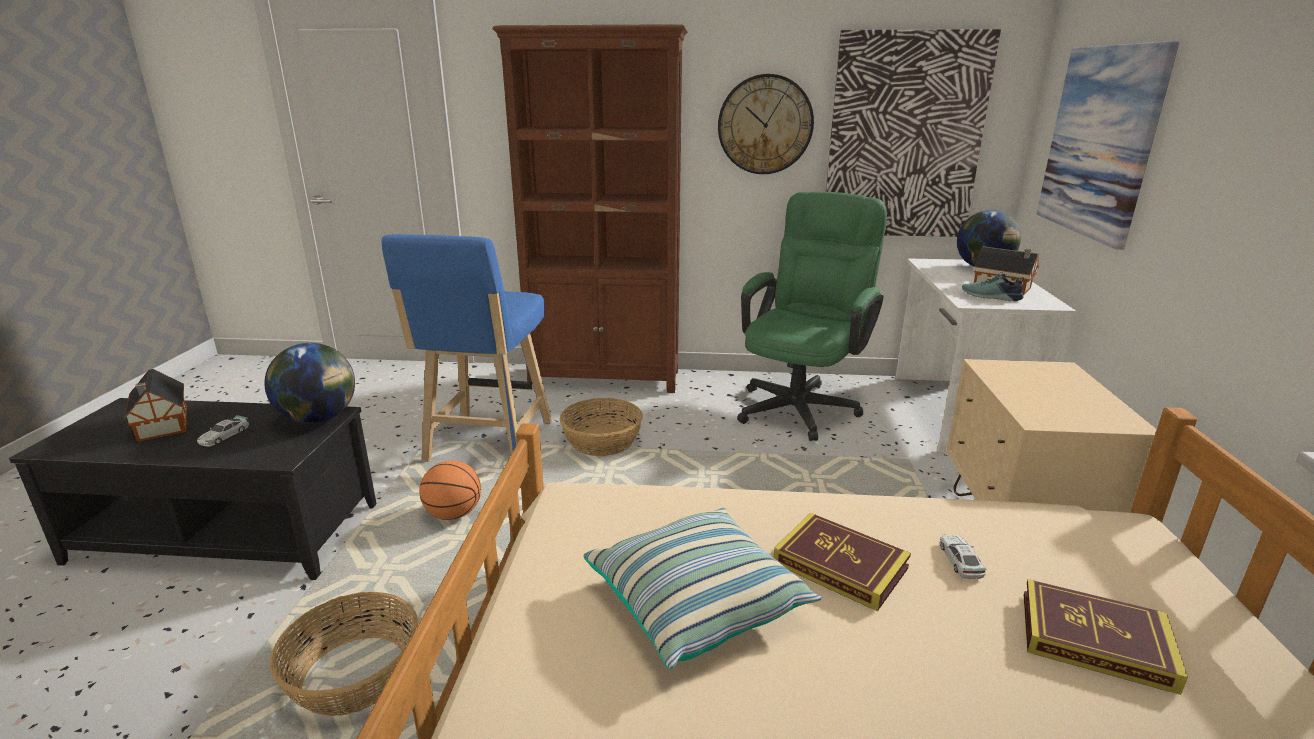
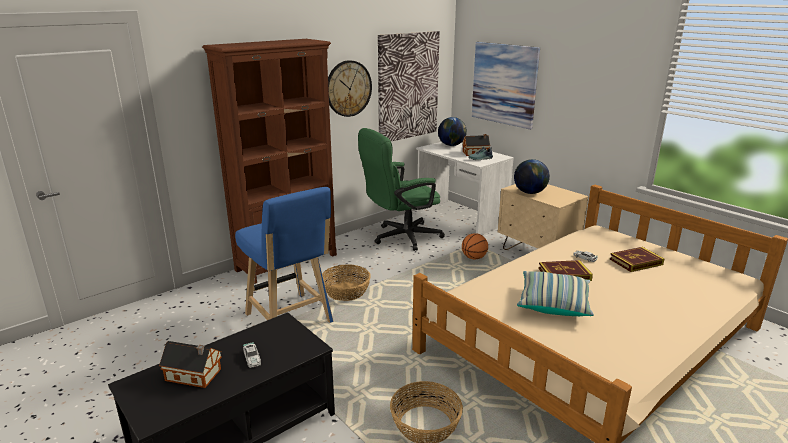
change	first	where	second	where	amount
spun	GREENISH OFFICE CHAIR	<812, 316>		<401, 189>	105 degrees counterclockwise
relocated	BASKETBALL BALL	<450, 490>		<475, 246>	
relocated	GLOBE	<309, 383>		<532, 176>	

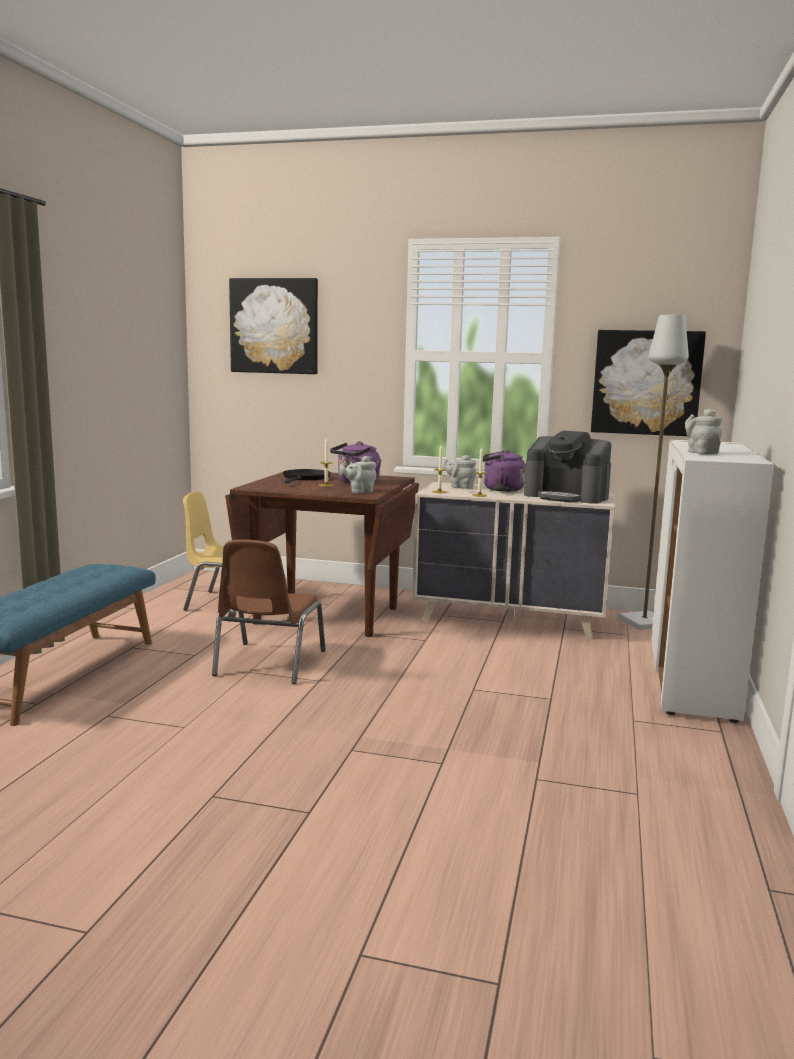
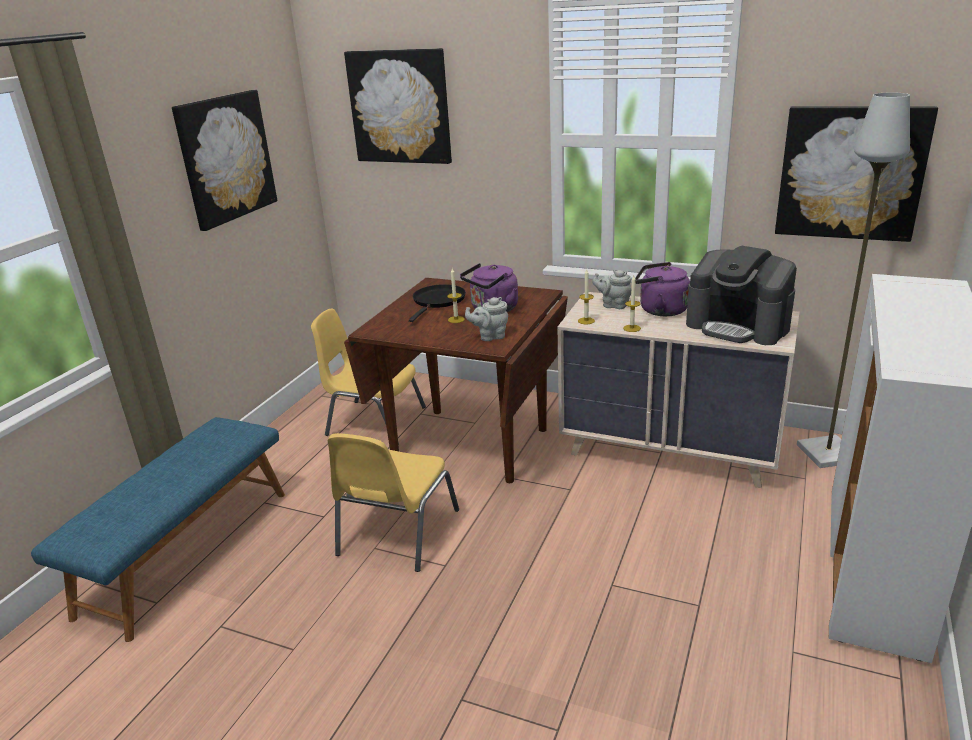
change	first	where	second	where	amount
appeared			PICTURE	<224, 160>	
colour	BROWN CHAIR	<269, 611>	YELLOW CHAIR	<393, 502>	
missing	GREYISH TEAPOT	<703, 431>			

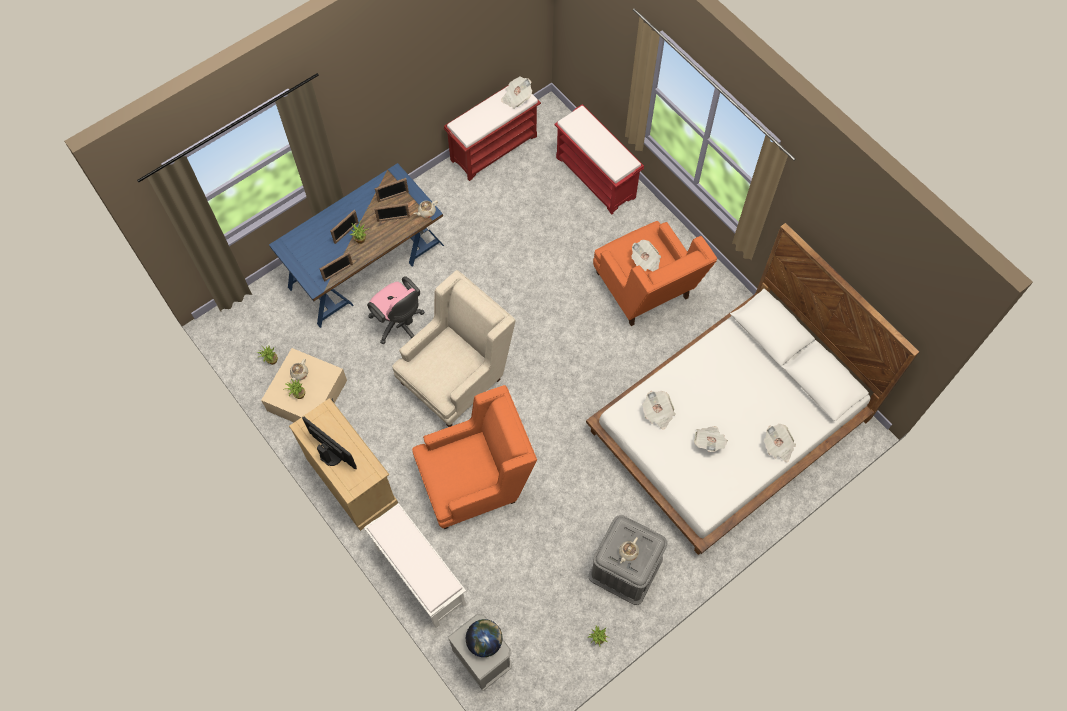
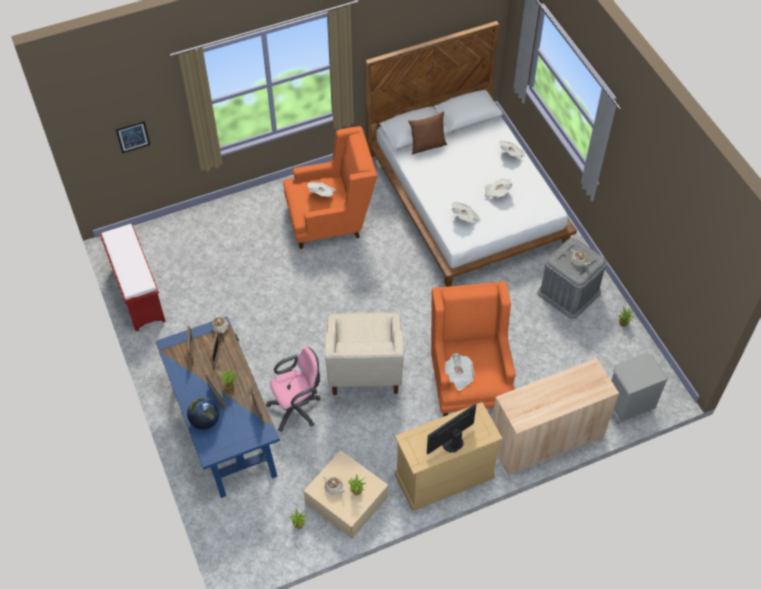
change	first	where	second	where	amount
appeared			PICTURE	<133, 137>	
relocated	GLOBE	<484, 638>		<203, 414>	
spun	SAND-COLOURED ARMCHAIR	<454, 348>		<364, 354>	150 degrees counterclockwise
appeared			BROWN THROW PILLOW	<427, 132>	
relocated	NEWSPAPER	<516, 92>		<459, 372>	
exchanged	WHITE BENCH	<415, 565>	SAND-COLOURED CUPBOARD	<555, 417>	
missing	REDDISH BENCH	<599, 159>			

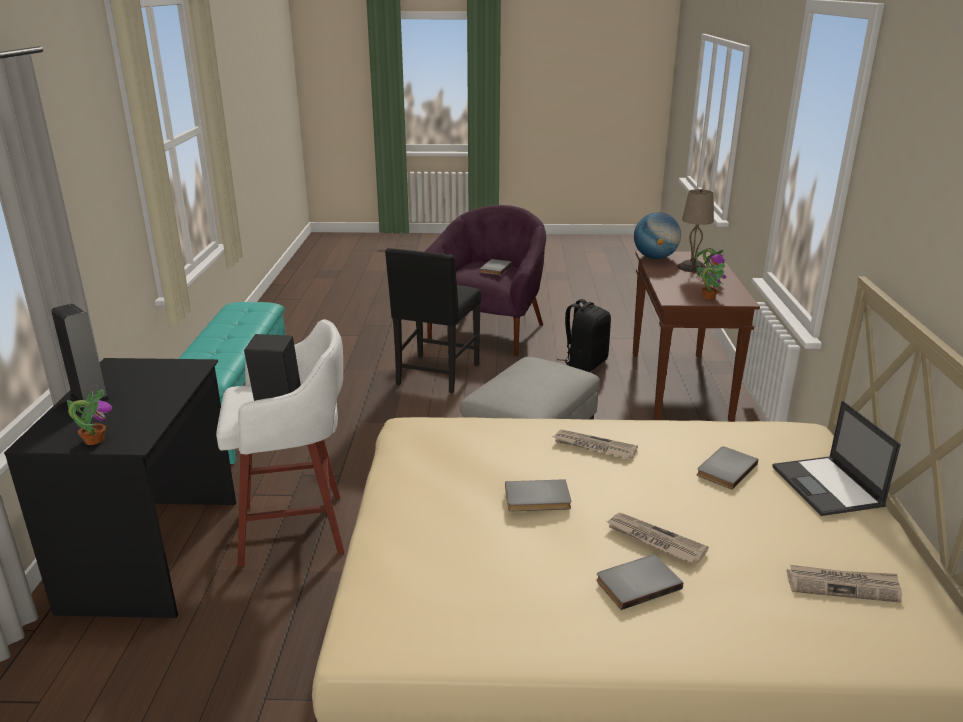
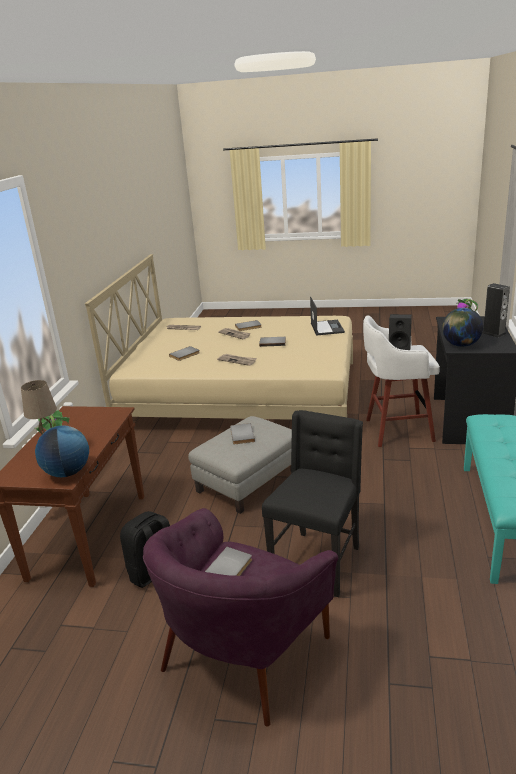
change	first	where	second	where	amount
appeared			GREYISH VOLUME	<242, 433>	
relocated	LAPTOP	<836, 458>		<327, 316>	
appeared			GLOBE	<462, 327>	
missing	HOUSEPLANT	<711, 281>			

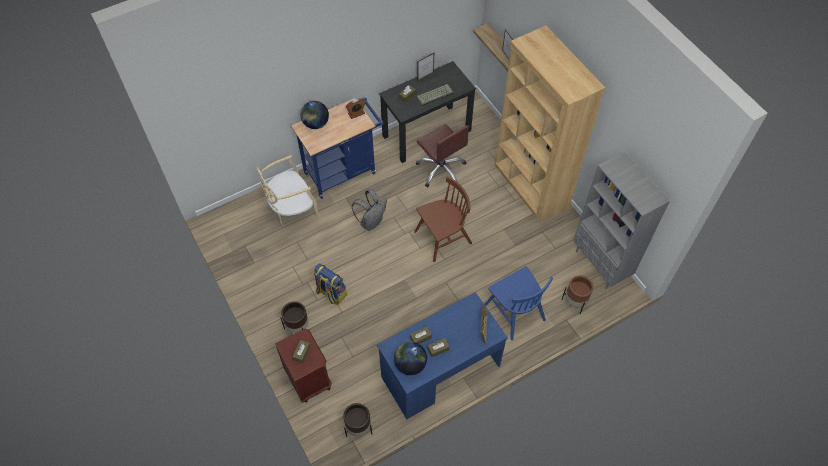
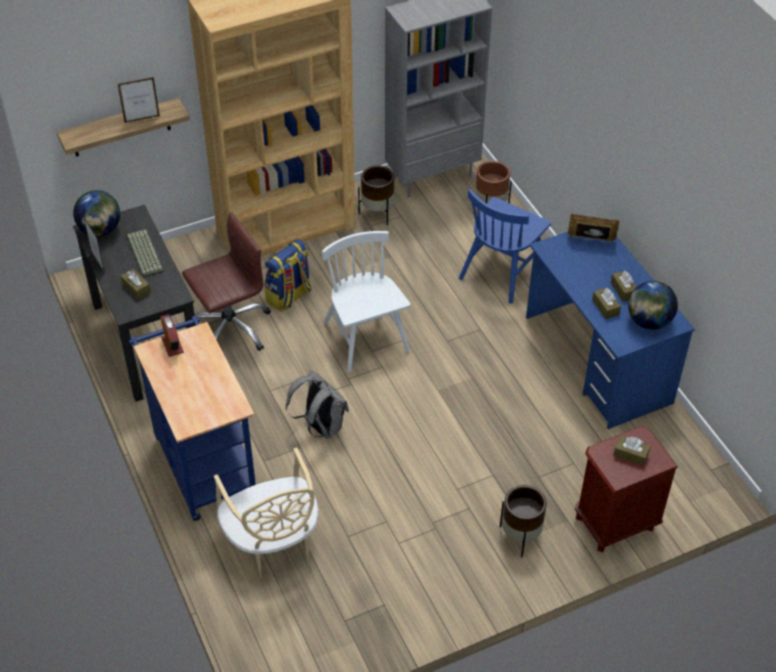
change	first	where	second	where	amount
relocated	GLOBE	<315, 115>		<96, 213>	
relocated	BACKPACK	<330, 284>		<288, 275>	
colour	BROWN CHAIR	<443, 219>	WHITE CHAIR	<366, 301>	
relocated	BROWN PLANTER	<357, 420>		<376, 195>	
spun	BLUE-COLOURED CHAIR	<519, 303>		<505, 246>	150 degrees clockwise

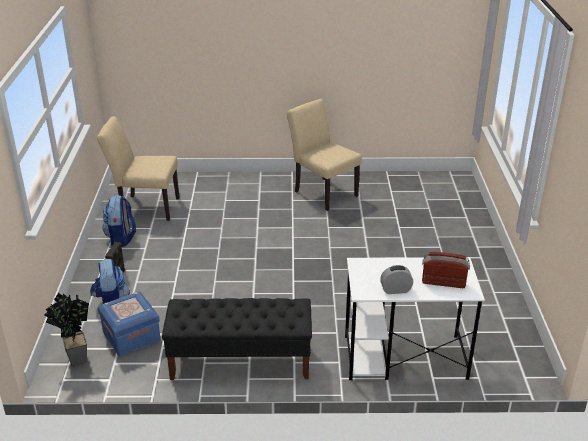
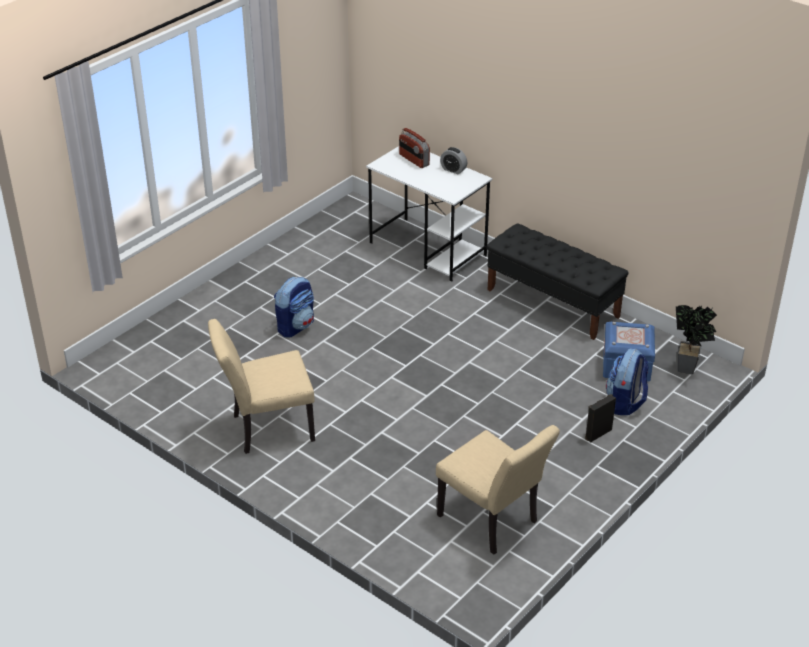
change	first	where	second	where	amount
spun	SAND-COLOURED CHAIR	<324, 155>		<261, 386>	75 degrees clockwise
relocated	BACKPACK	<119, 220>		<294, 307>	

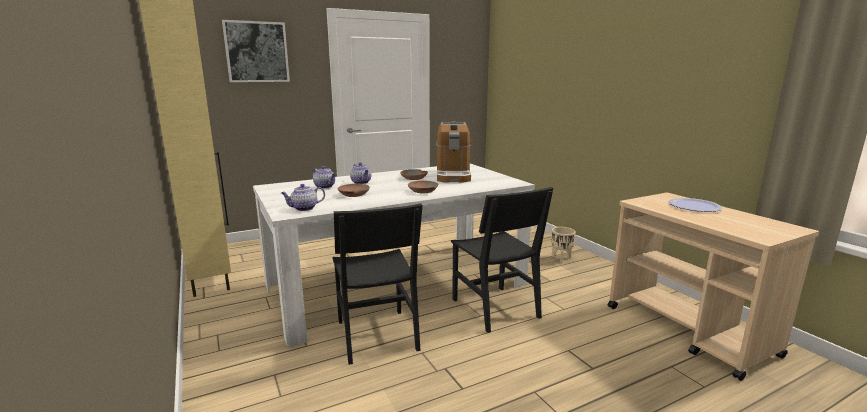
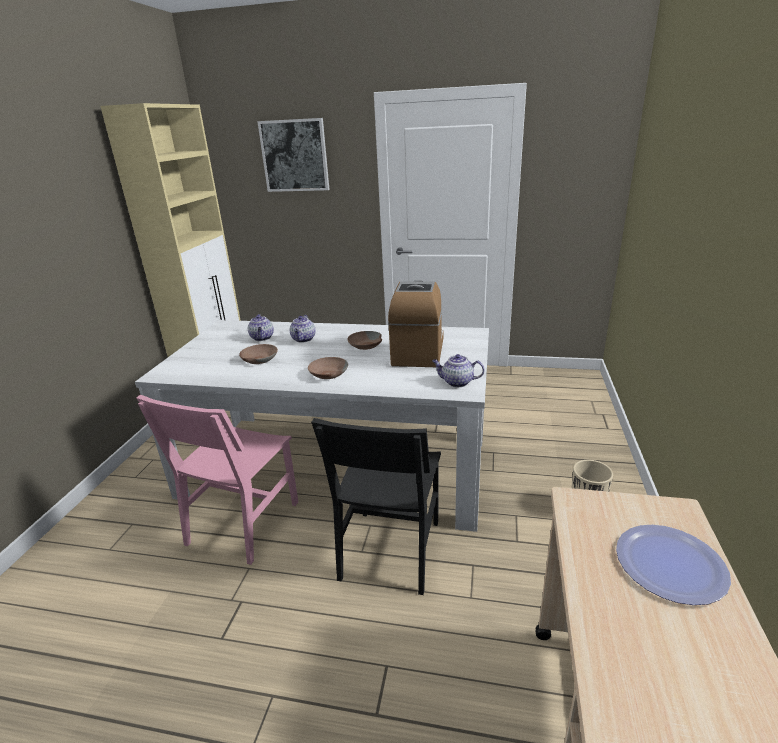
change	first	where	second	where	amount
colour	BLACKISH CHAIR	<377, 284>	PINK CHAIR	<217, 479>	
spun	COFFEE BREWER	<454, 152>		<416, 324>	150 degrees clockwise
relocated	TEAPOT	<303, 197>		<458, 370>	

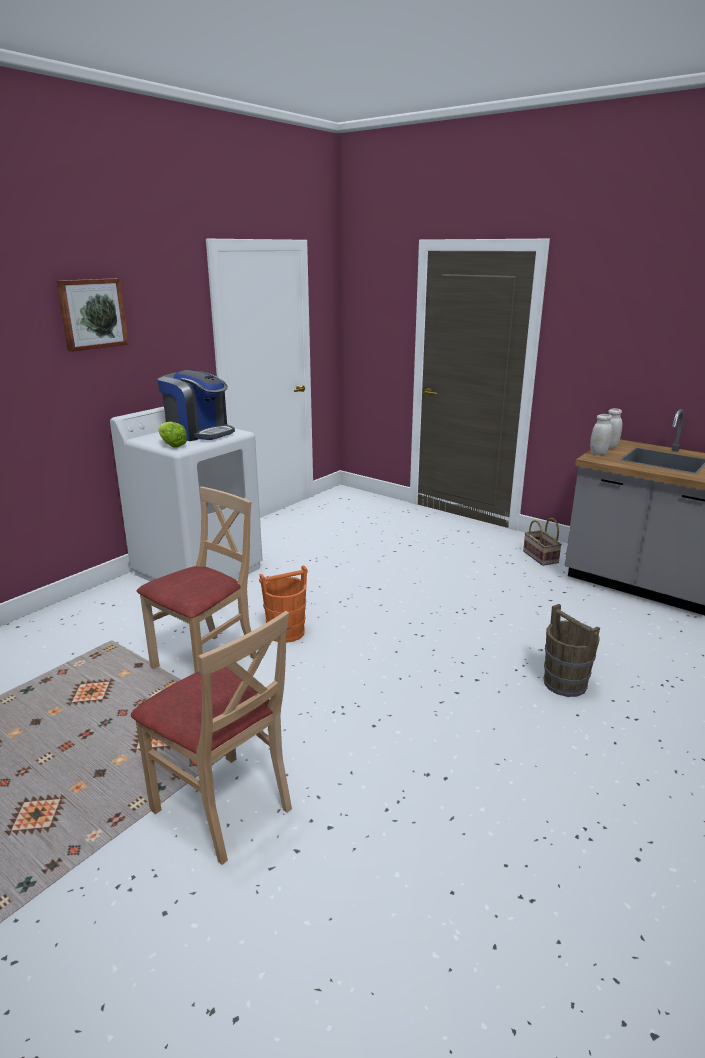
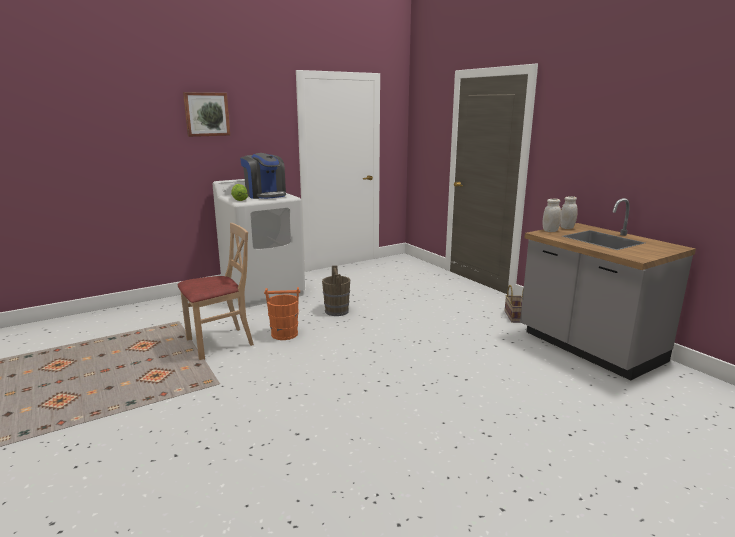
change	first	where	second	where	amount
relocated	BROWN PAIL	<572, 650>		<336, 290>	
missing	SAND-COLOURED CHAIR	<211, 738>			

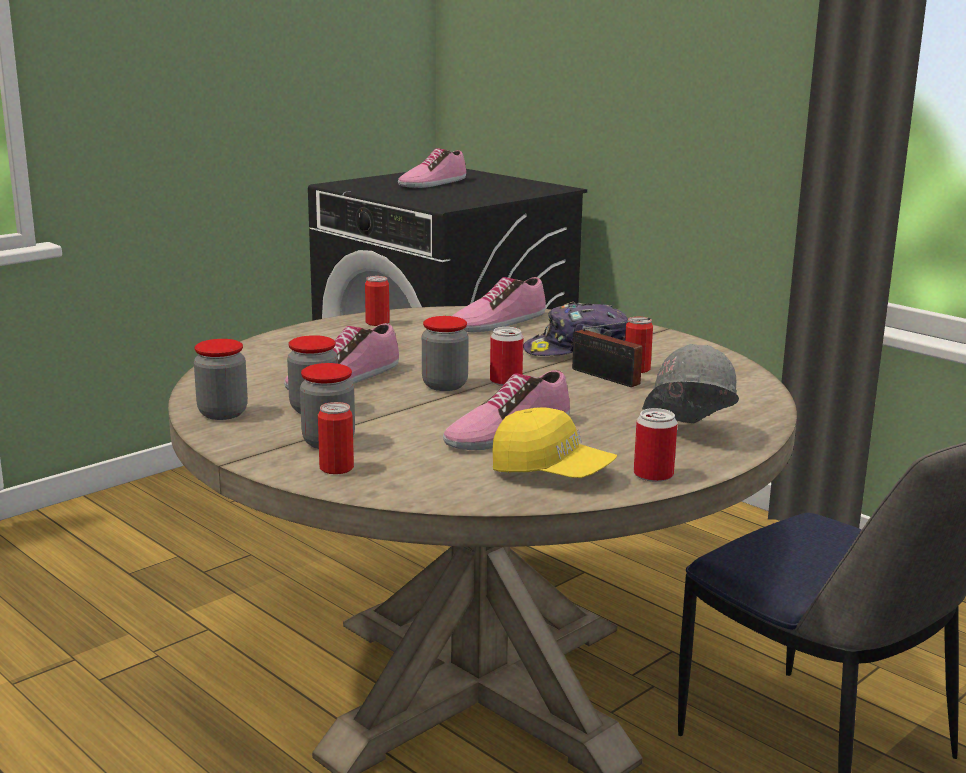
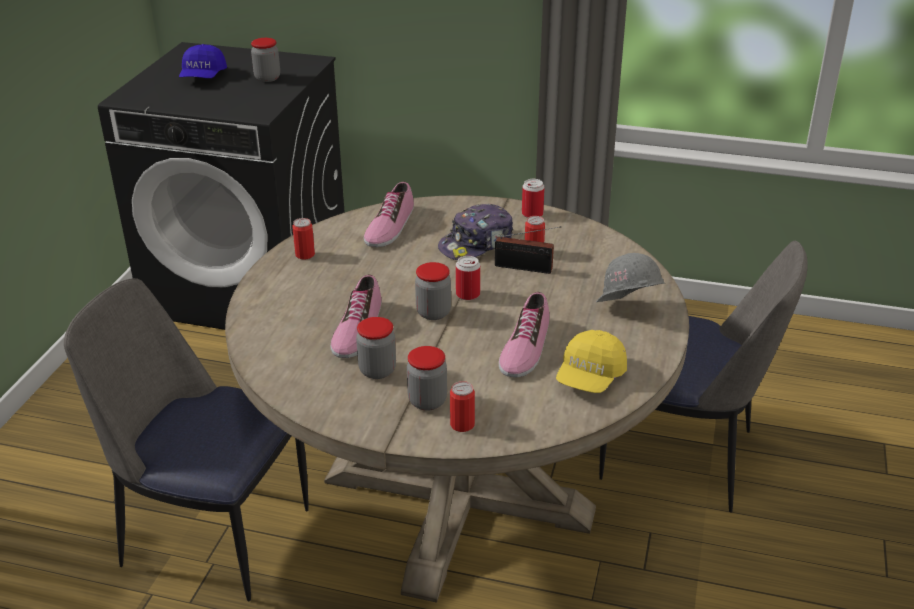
change	first	where	second	where	amount
appeared			CHAIR	<186, 440>	
exchanged	LOW SHOE	<432, 168>	BLUE-COLOURED BASEBALL CAP	<203, 61>	
relocated	PRESERVE JAR	<221, 379>		<265, 60>	
relocated	CAN	<655, 445>		<533, 198>	
spun	YELLOW BASEBALL CAP	<555, 442>		<591, 361>	120 degrees clockwise

